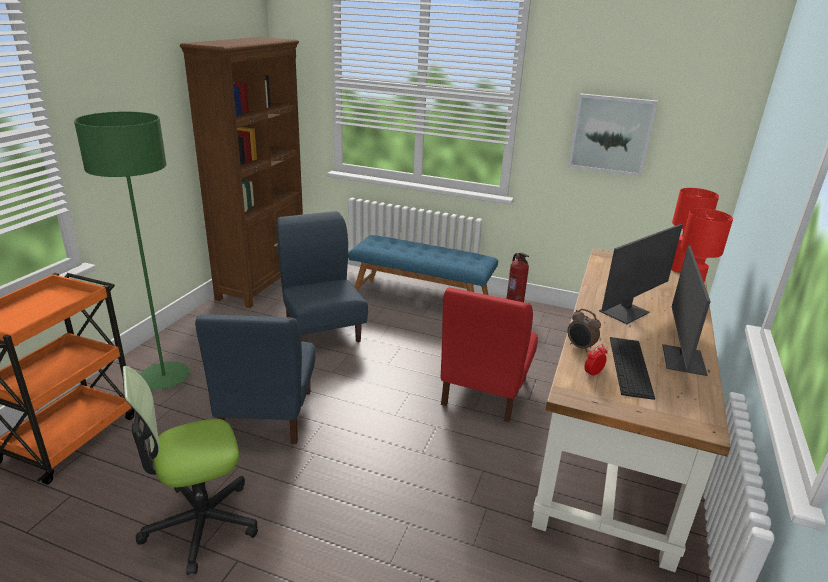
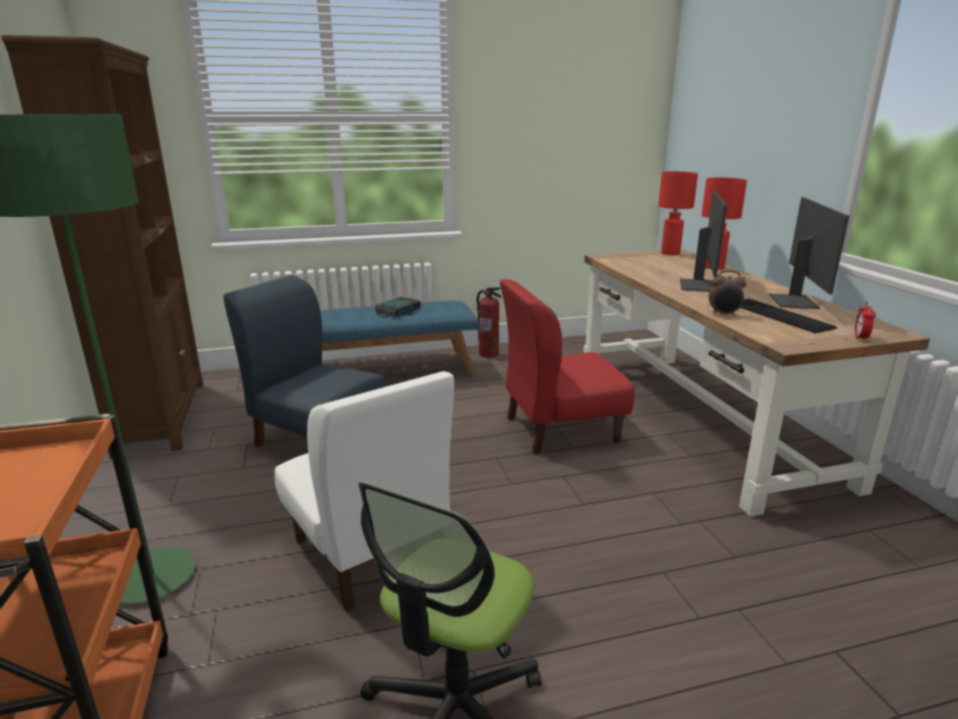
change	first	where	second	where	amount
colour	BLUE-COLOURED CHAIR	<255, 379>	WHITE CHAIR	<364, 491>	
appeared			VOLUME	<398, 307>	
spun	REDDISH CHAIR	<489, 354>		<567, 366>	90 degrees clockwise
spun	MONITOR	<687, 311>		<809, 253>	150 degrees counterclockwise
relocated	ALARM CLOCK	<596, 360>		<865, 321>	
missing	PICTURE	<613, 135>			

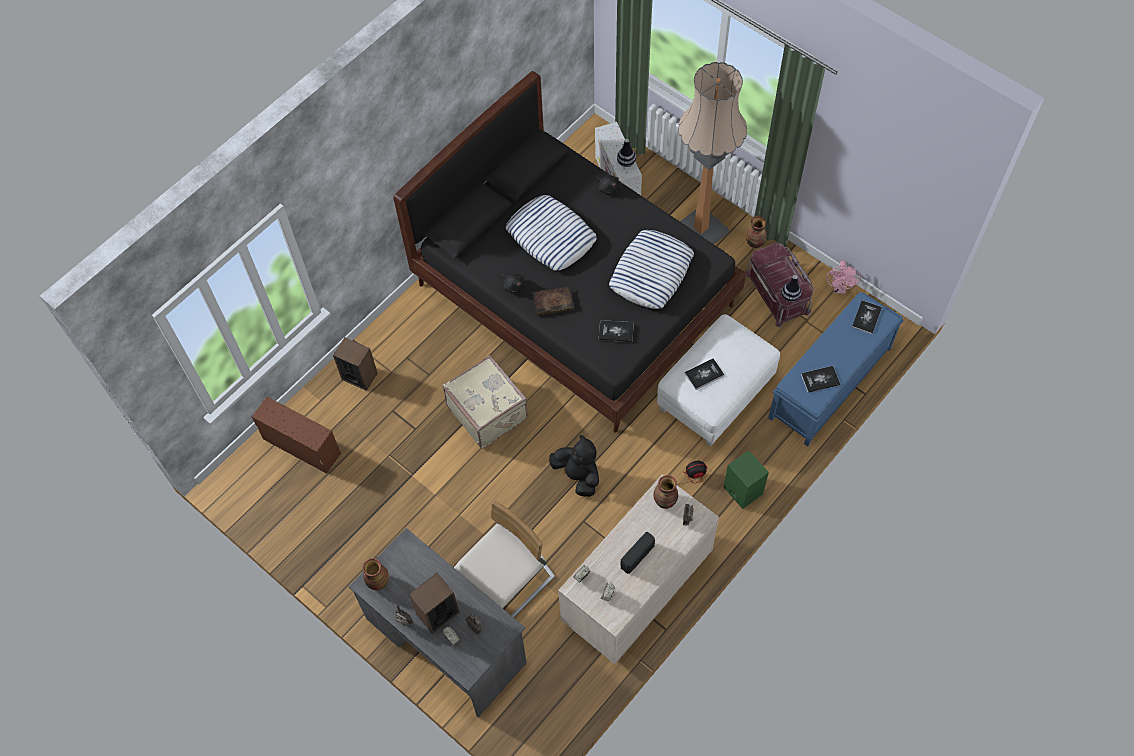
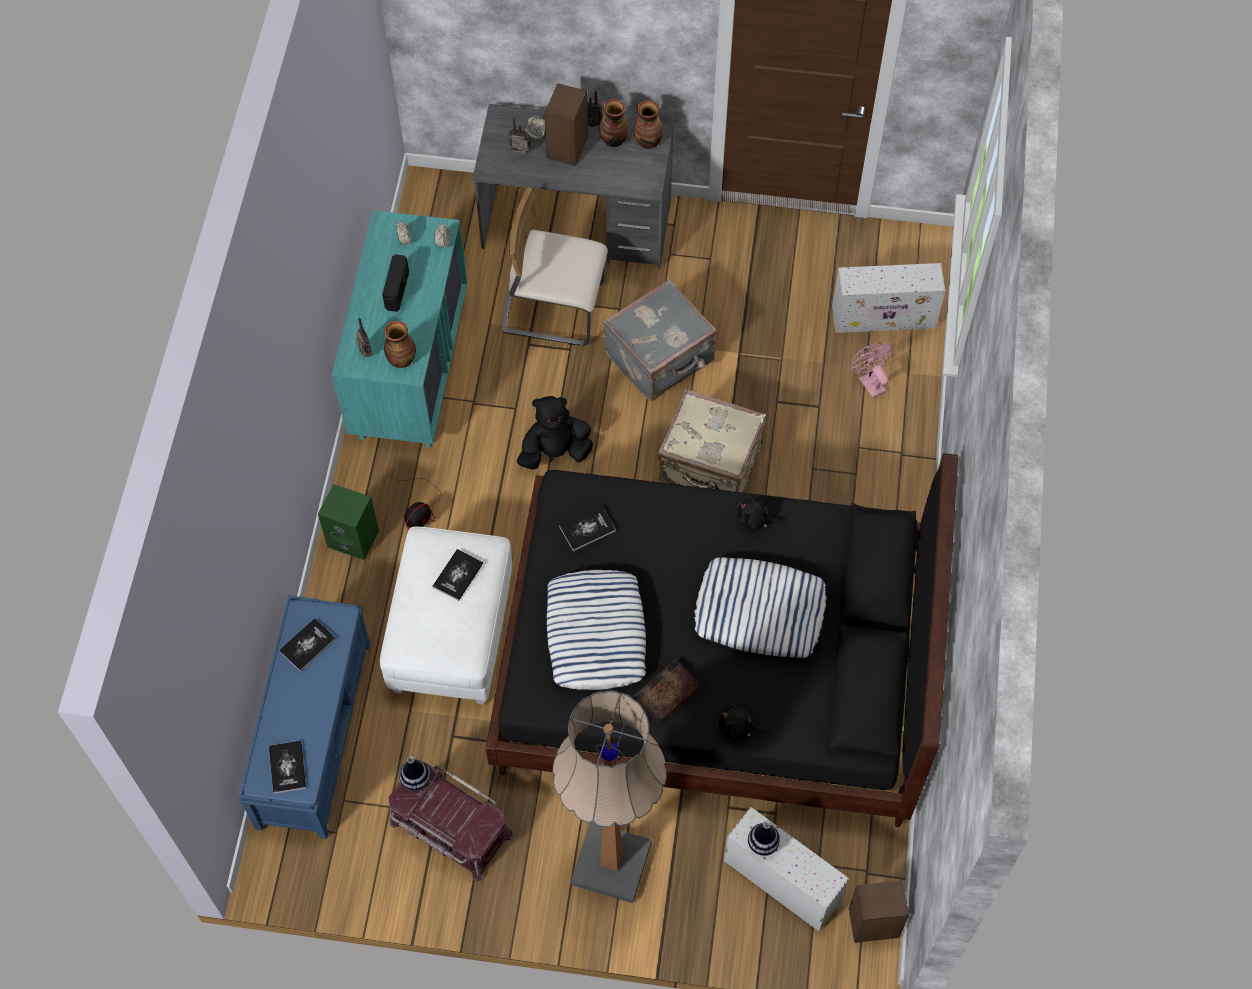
change	first	where	second	where	amount
colour	SAND-COLOURED DRAWER CHEST	<638, 569>	TURQUOISE-COLOURED DRAWER CHEST	<400, 329>	
spun	SAND-COLOURED CHAIR	<504, 559>		<555, 267>	90 degrees clockwise
spun	BLACKISH PLUSH TOY	<574, 466>		<555, 433>	150 degrees clockwise
relocated	DECORATIVE VASE	<756, 232>		<614, 123>	
appeared			GREYISH PIECE OF LUGGAGE	<660, 340>	
relocated	VOLUME	<553, 301>		<667, 692>	
colour	BROWN STORAGE BOX	<296, 435>	WHITE STORAGE BOX	<888, 298>	
relocated	AUDIO SPEAKER	<355, 364>		<879, 911>	
relocated	PINK ELECTRIC FAN	<843, 277>		<871, 370>	

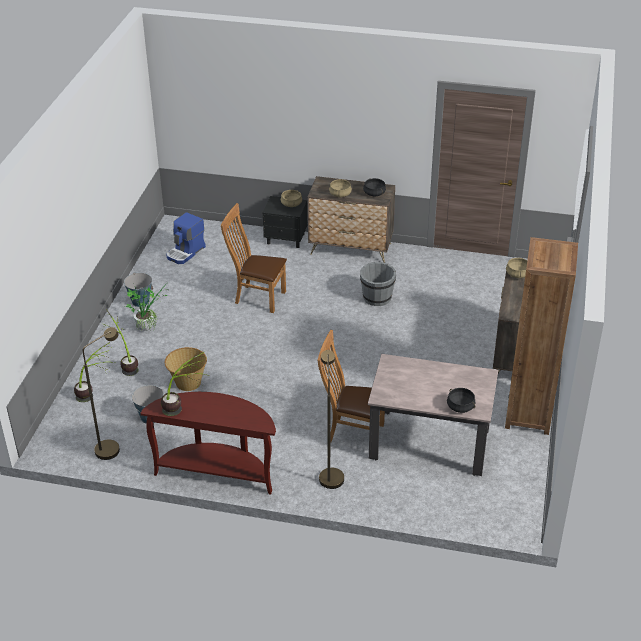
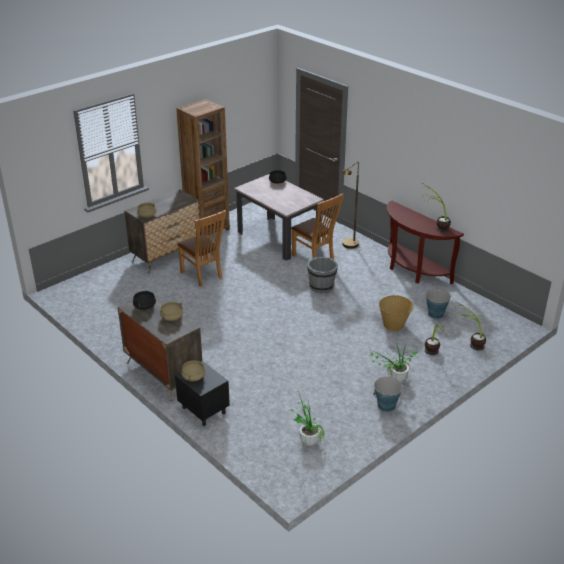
change	first	where	second	where	amount
relocated	BROWN CHAIR	<254, 258>		<201, 248>	
exchanged	COFFEE BREWER	<186, 238>	HOUSEPLANT	<307, 417>	
relocated	GREYISH PAIL	<378, 284>		<322, 275>	
missing	BROWN STANDARD LAMP	<101, 393>			

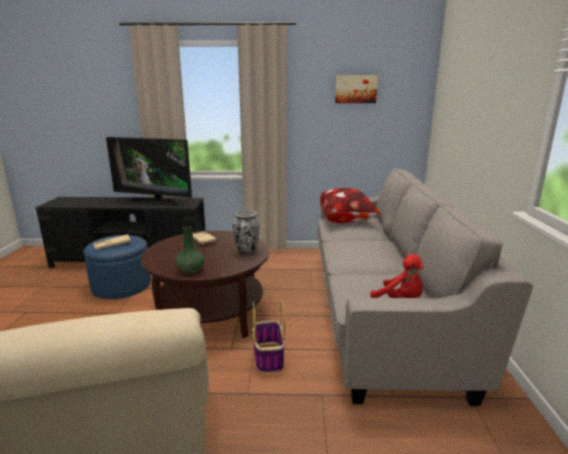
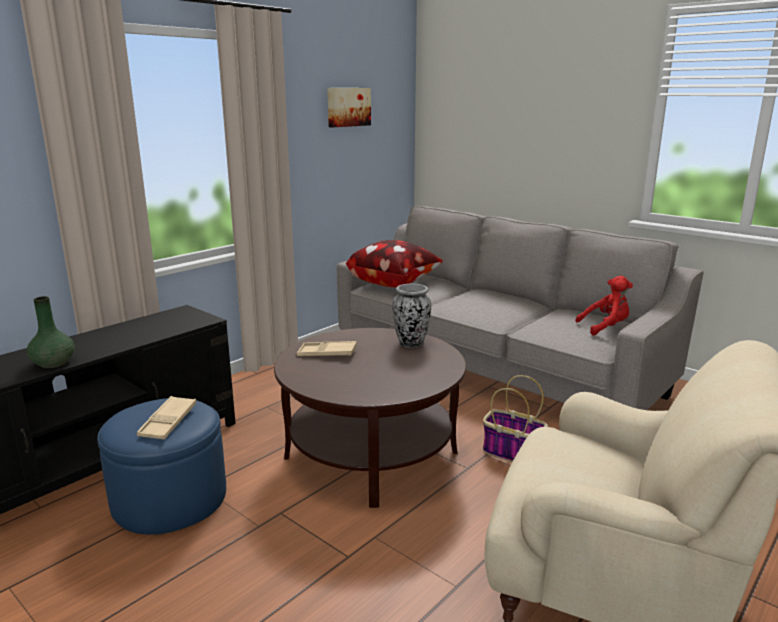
change	first	where	second	where	amount
relocated	GREENISH DECORATIVE VASE	<190, 250>		<50, 332>	
missing	TELEVISION	<149, 172>			

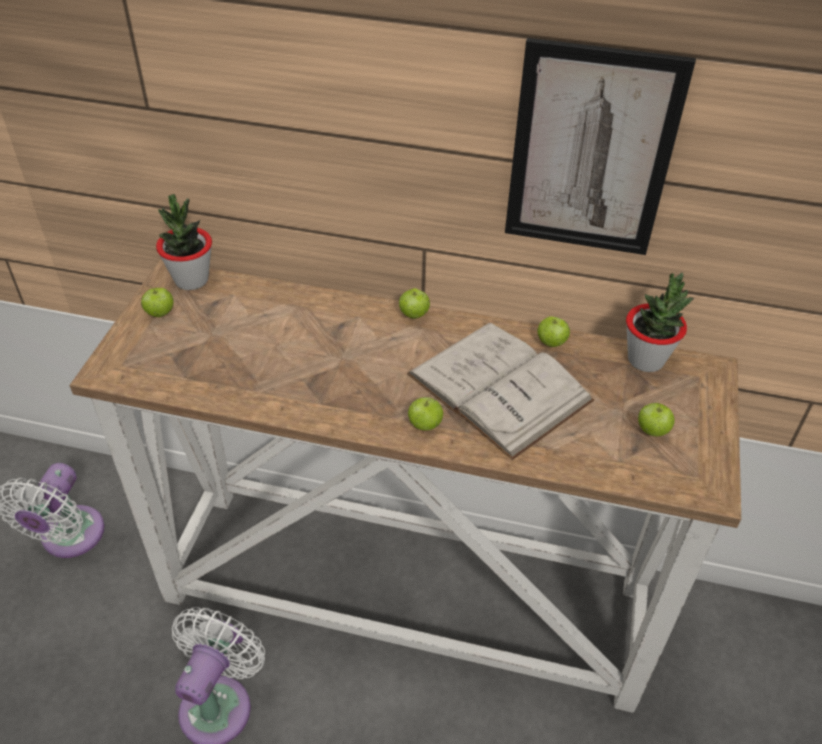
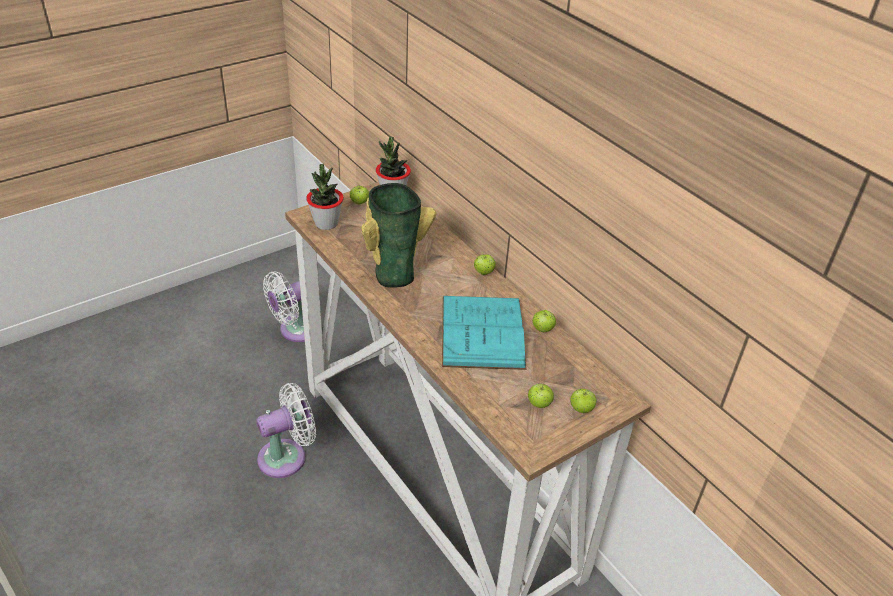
change	first	where	second	where	amount
relocated	HOUSEPLANT	<660, 322>		<325, 197>	
appeared			DECORATIVE VASE	<398, 235>	
colour	WHITE VOLUME	<500, 391>	TURQUOISE-COLOURED VOLUME	<484, 333>	
relocated	APPLE FRUIT	<425, 414>		<584, 401>	
missing	PICTURE	<600, 146>			

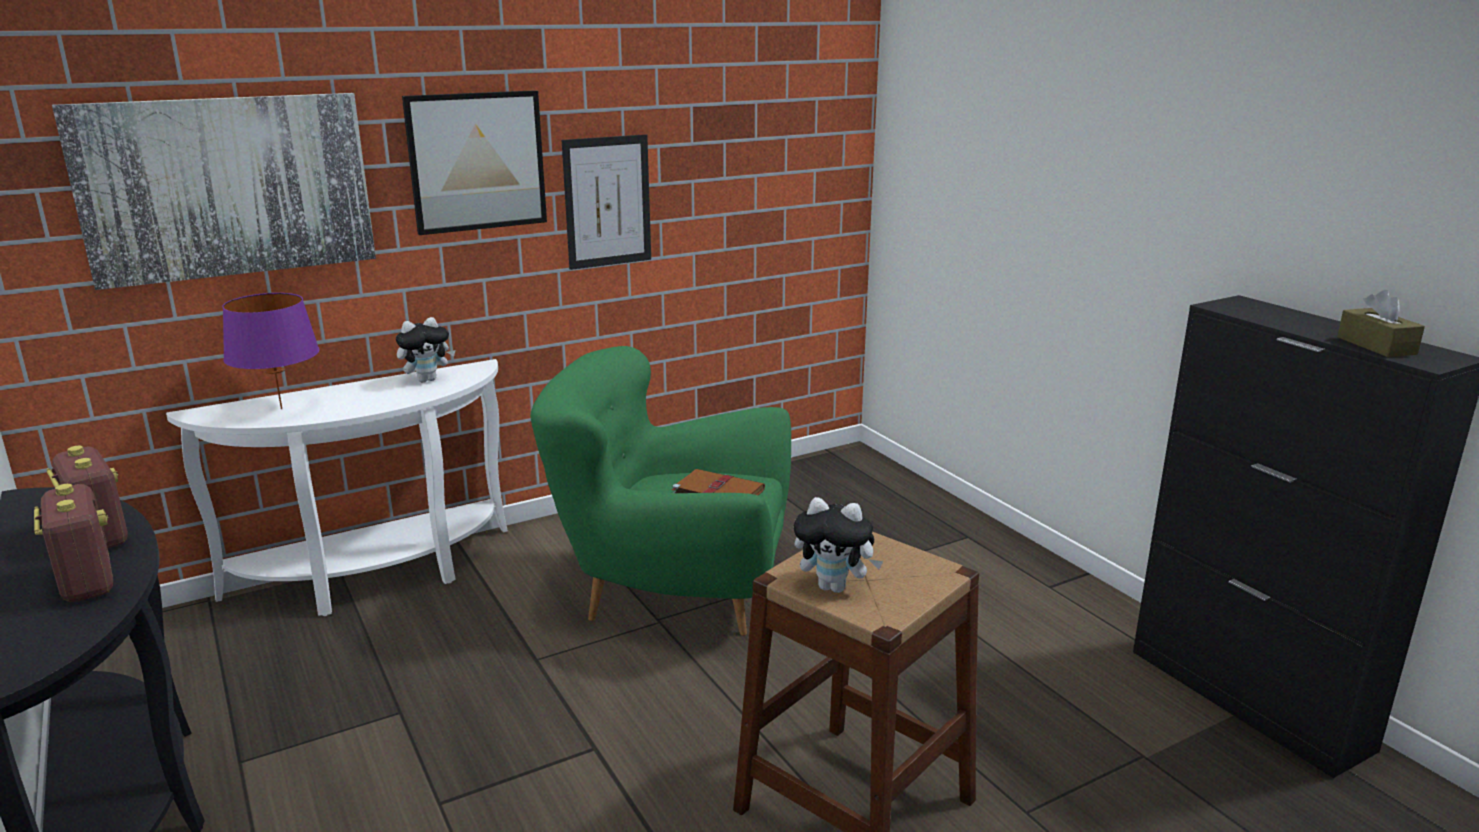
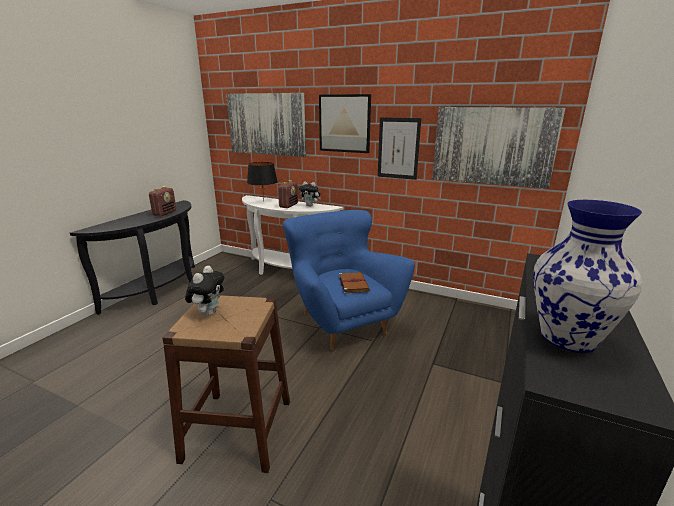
change	first	where	second	where	amount
spun	PLUSH TOY	<838, 545>		<204, 291>	150 degrees counterclockwise
colour	PURPLE-COLOURED TABLETOP LAMP	<270, 351>	BLACKISH TABLETOP LAMP	<262, 181>	
relocated	RADIO RECEIVER	<73, 543>		<288, 194>	
colour	GREENISH ARMCHAIR	<661, 491>	BLUE-COLOURED ARMCHAIR	<348, 280>	
appeared			PICTURE	<498, 148>	
exchanged	BROWN BOX OF TISSUES	<1381, 323>	DECORATIVE VASE	<587, 276>	

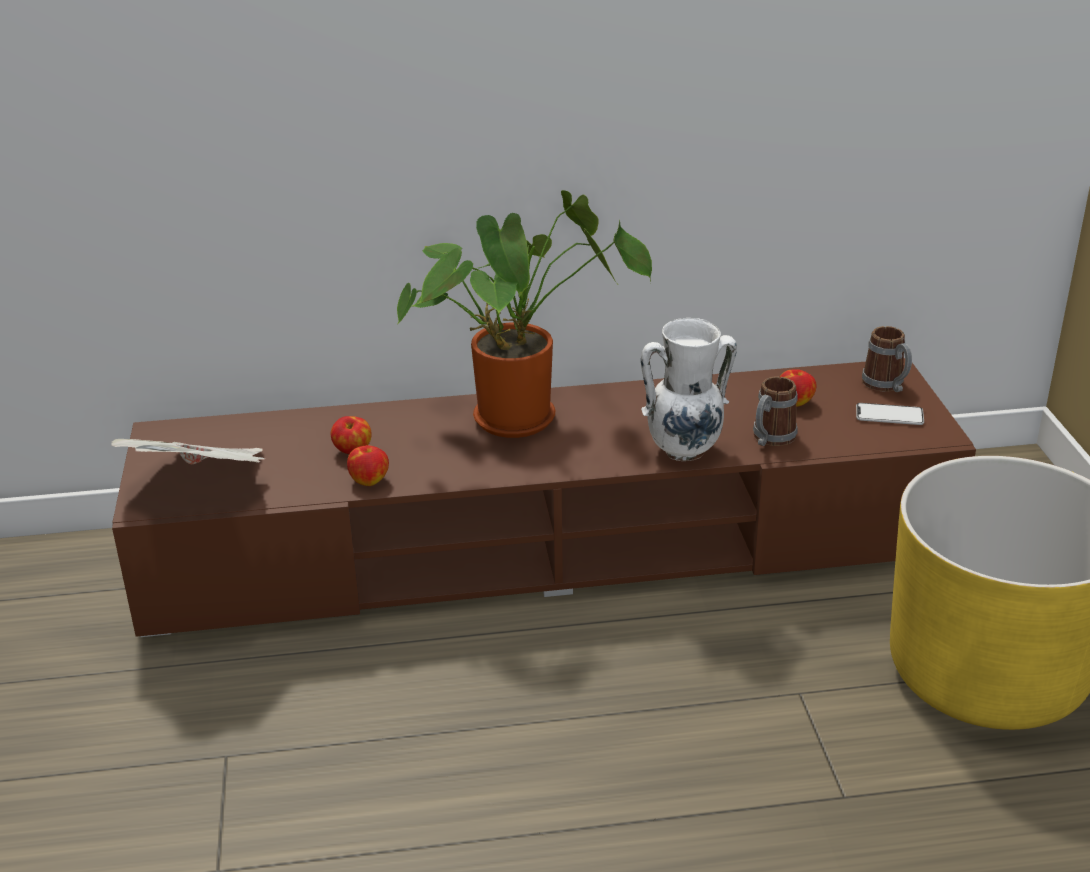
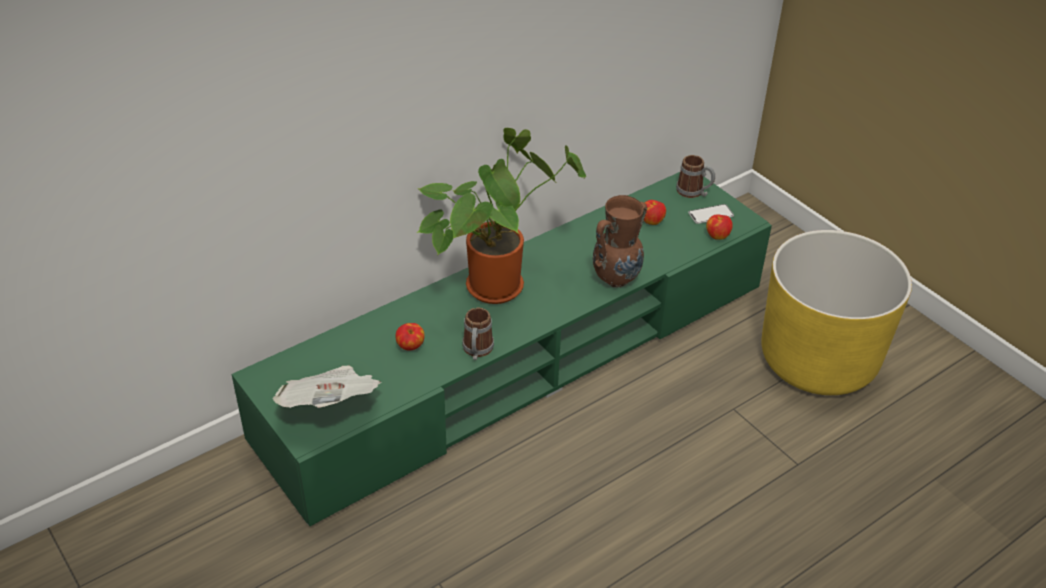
change	first	where	second	where	amount
colour	BROWN TV UNIT	<544, 497>	GREENISH TV UNIT	<501, 349>	
relocated	COFFEE MUG	<775, 411>		<478, 334>	
colour	WHITE DECORATIVE VASE	<689, 389>	BROWN DECORATIVE VASE	<620, 241>	
relocated	APPLE FRUIT	<368, 465>		<719, 227>	

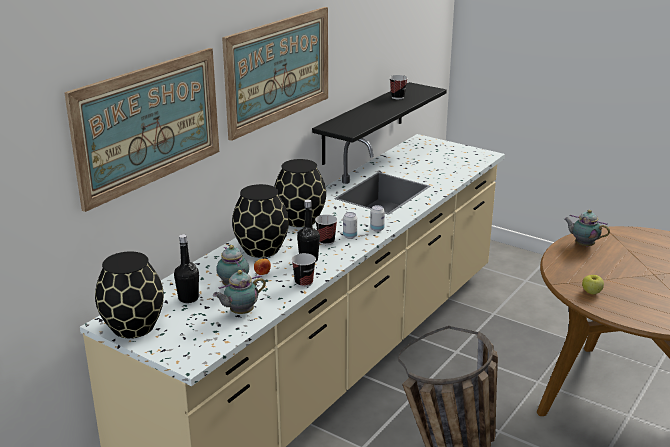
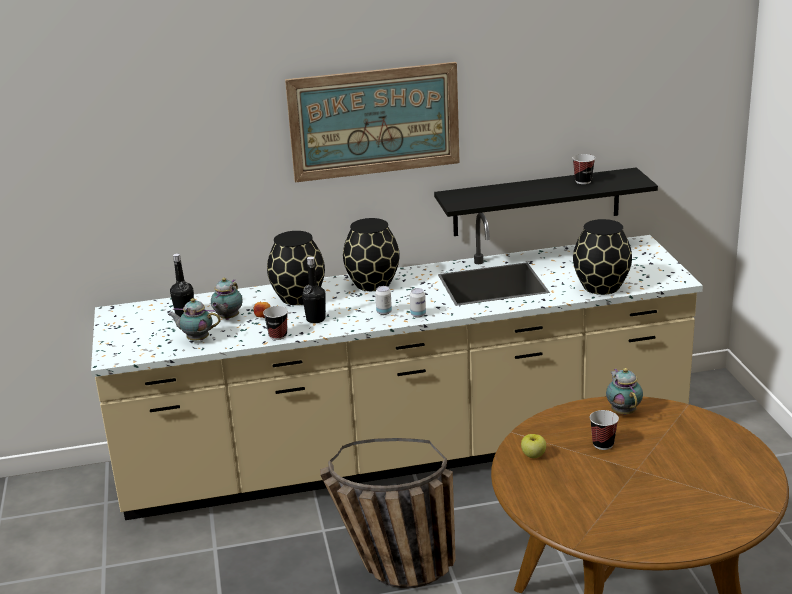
change	first	where	second	where	amount
relocated	BLACKISH DECORATIVE VASE	<129, 294>		<602, 257>	
relocated	SMALL CUP	<326, 230>		<604, 430>	
missing	PICTURE	<141, 130>			

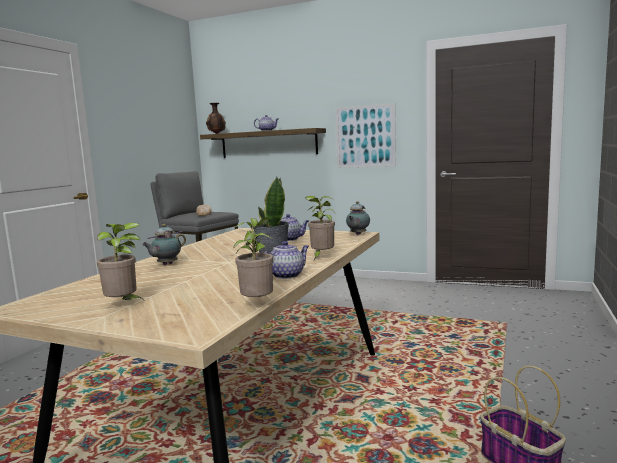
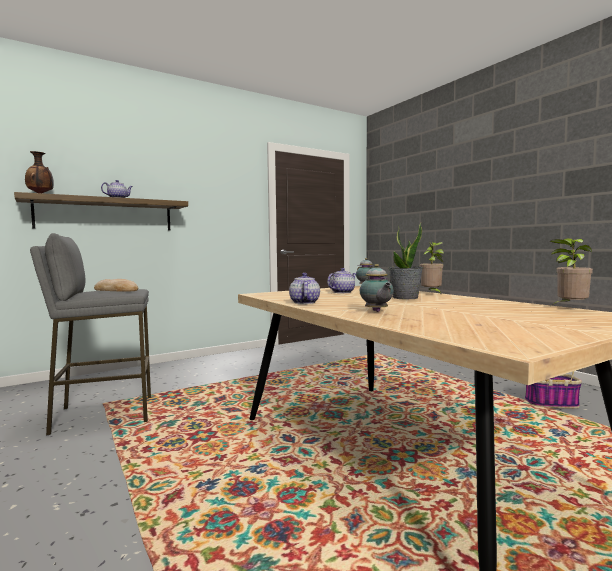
change	first	where	second	where	amount
relocated	TEAPOT	<286, 260>		<304, 288>	
missing	HOUSEPLANT	<120, 261>			
missing	PICTURE	<365, 135>			

